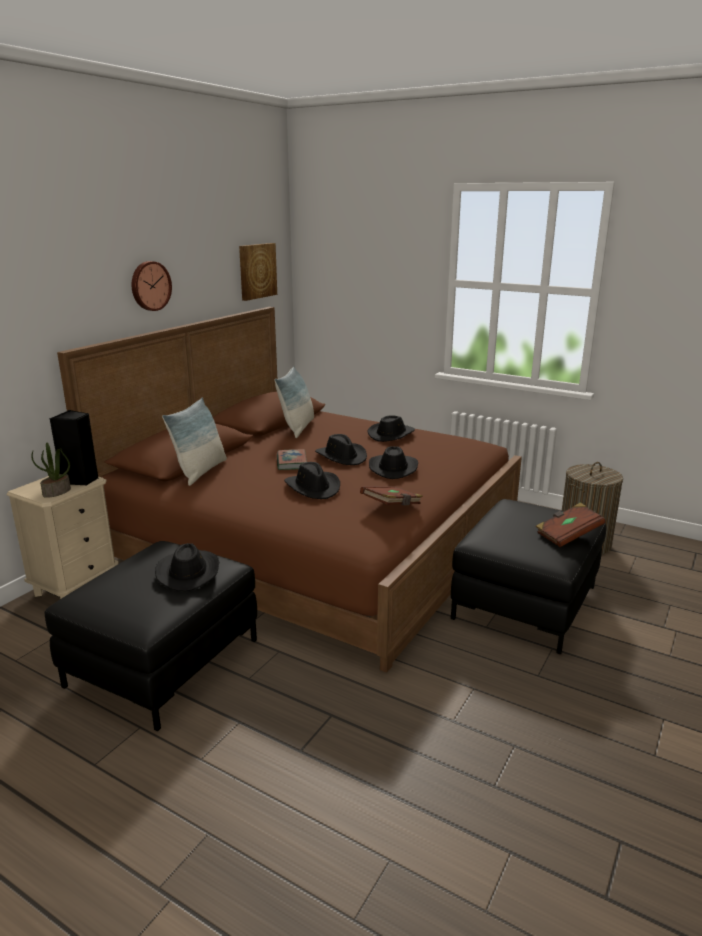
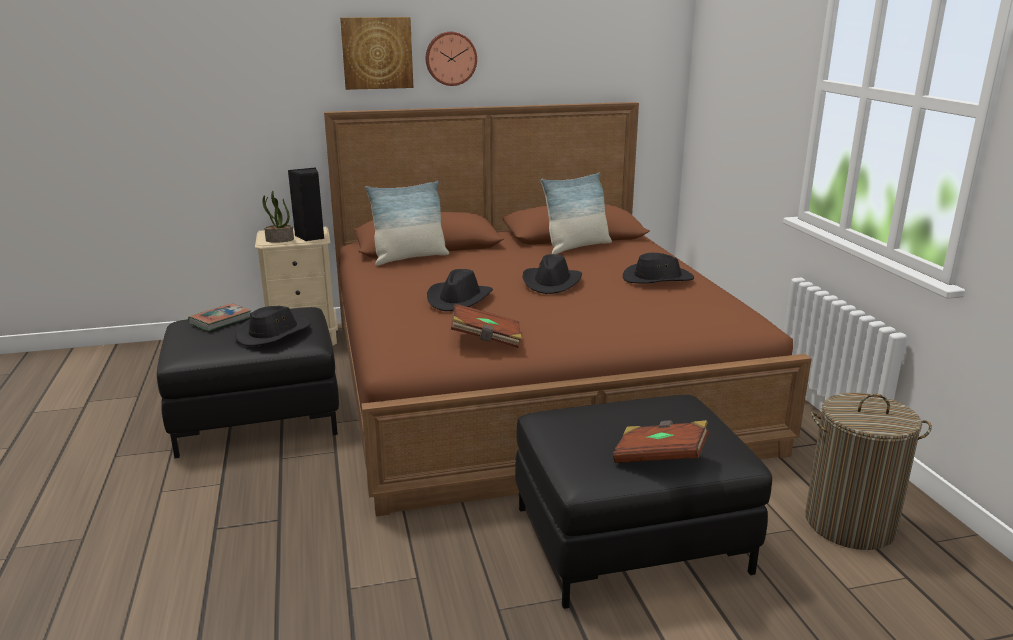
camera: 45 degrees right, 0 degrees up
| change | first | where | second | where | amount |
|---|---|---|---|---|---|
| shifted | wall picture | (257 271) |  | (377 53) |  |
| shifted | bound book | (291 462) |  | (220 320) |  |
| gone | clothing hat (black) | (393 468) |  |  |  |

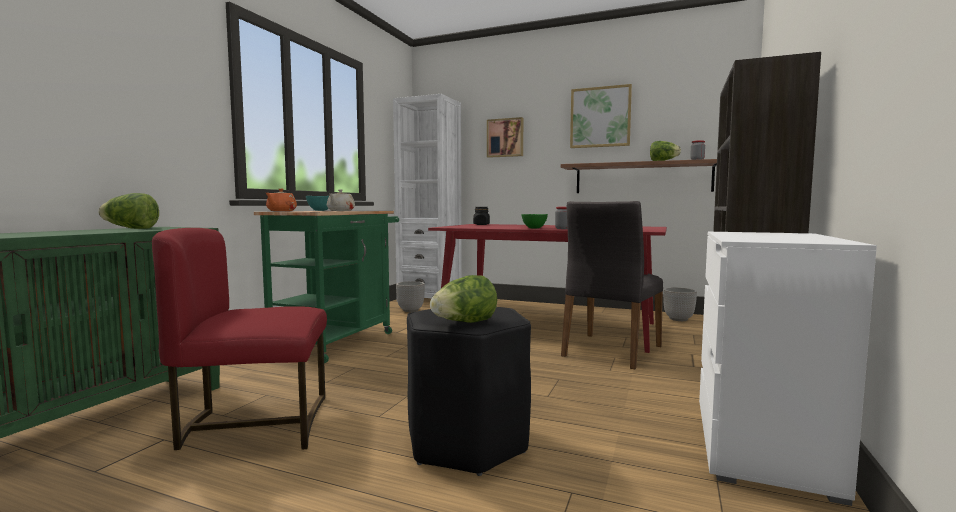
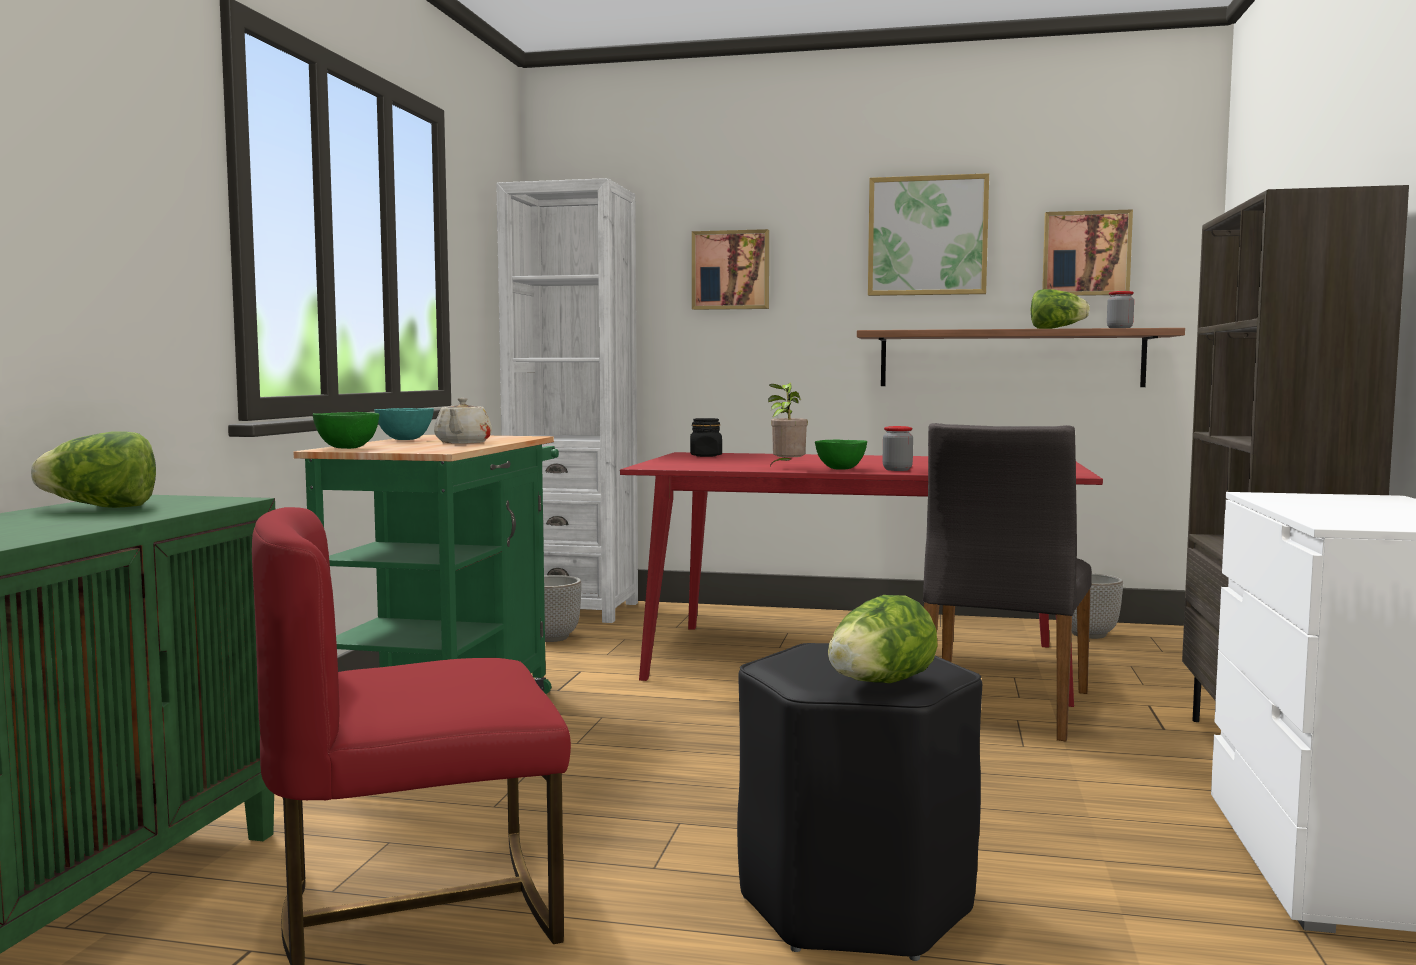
camera: 10 degrees left, 0 degrees up
| change | first | where | second | where | amount |
|---|---|---|---|---|---|
| swapped | teapot (orange-coloured) | (281 211) | bowl (green-coloured) | (347 448) |  |
| new |  |  | potted plant | (787 468) |  |
| new |  |  | wall picture | (1086 254) |  |

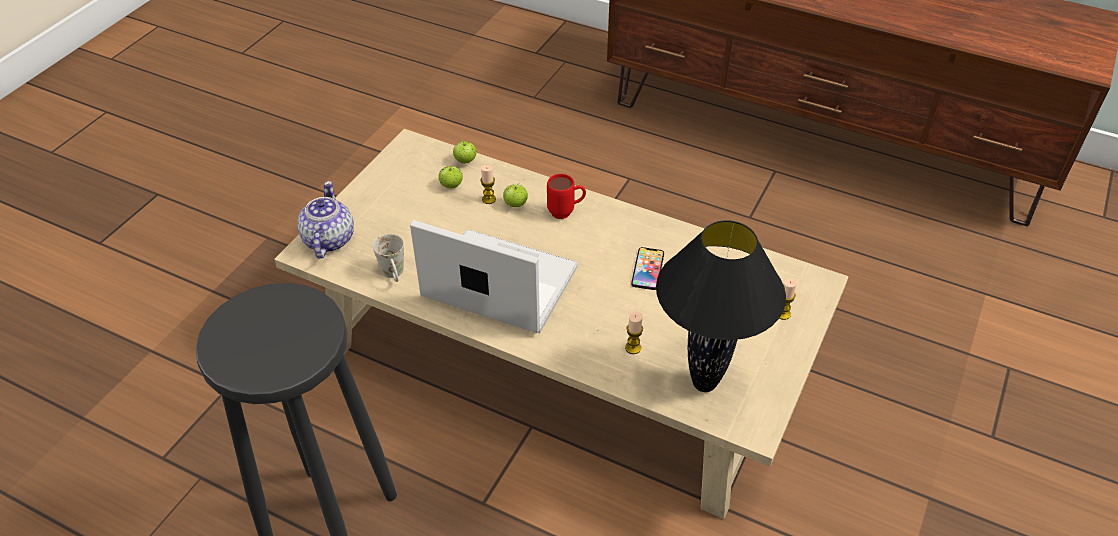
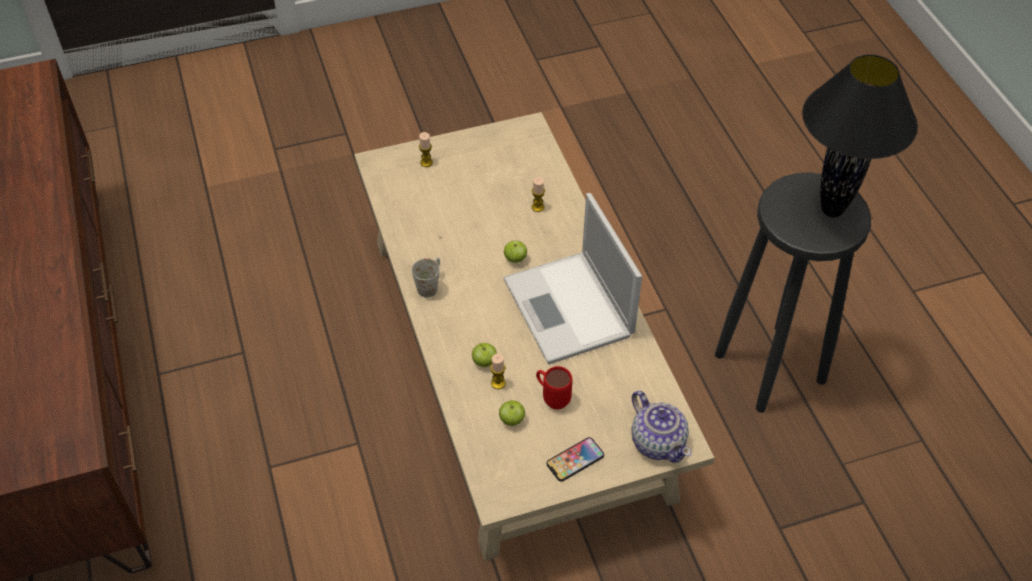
camera: 135 degrees left, 5 degrees up
| change | first | where | second | where | amount |
|---|---|---|---|---|---|
| rotated | teapot | (328 240) |  | (658 441) | 75 degrees counterclockwise |
| shifted | coffee mug (white) | (394 275) |  | (430 285) |  |
| shifted | apple | (465 161) |  | (515 259) |  |
| shifted | coffee mug (red) | (566 212) |  | (552 398) |  |
| shifted | handset | (647 269) |  | (575 460) |  |
| shifted | lamp for a table (black) | (705 384) |  | (831 209) |  |

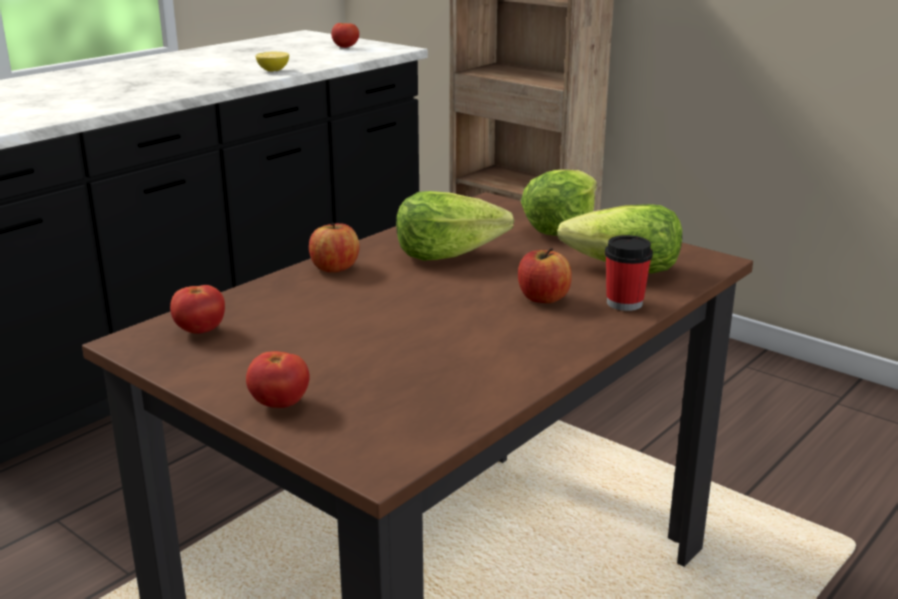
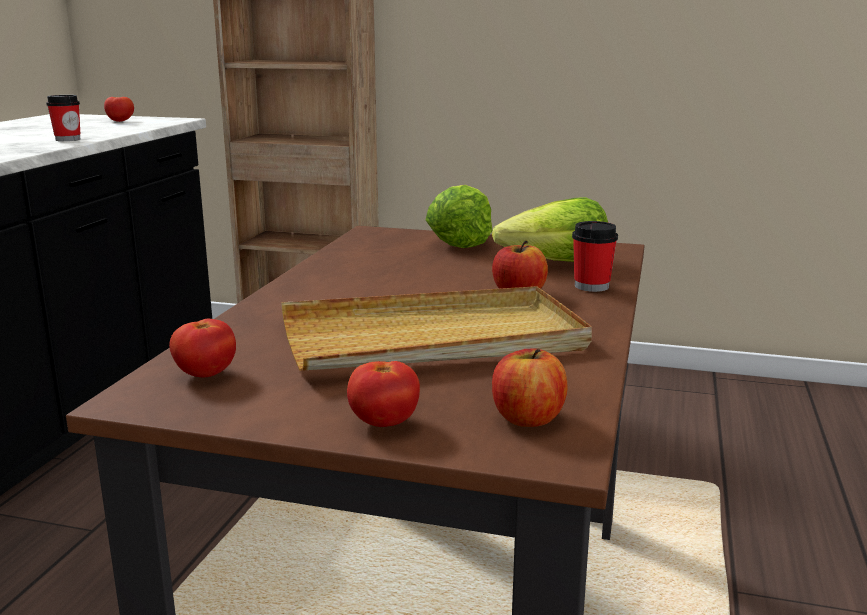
camera: 25 degrees left, 5 degrees down
| change | first | where | second | where | amount |
|---|---|---|---|---|---|
| swapped | whole lemon | (273 70) | small cup | (68 139) |  |
| shifted | apple | (334 268) |  | (528 418) |  |
| gone | lettuce | (448 254) |  |  |  |
| new |  |  | carrying tray (sand-coloured) | (434 340) |  |

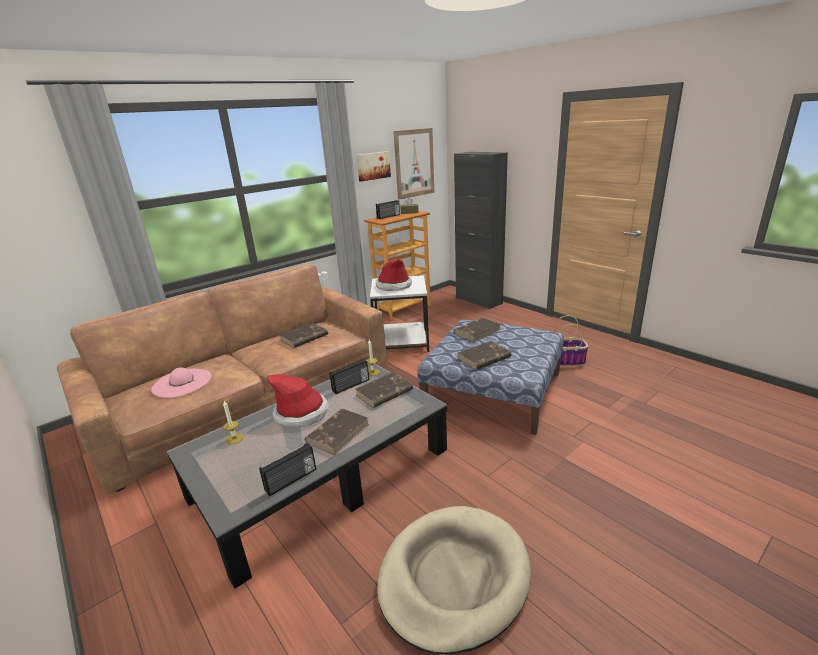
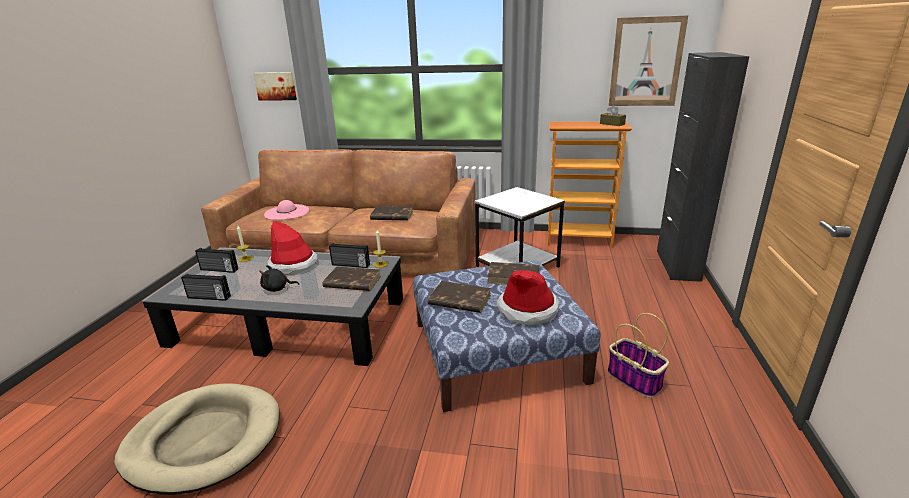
camera: 50 degrees right, 0 degrees up
| change | first | where | second | where | amount |
|---|---|---|---|---|---|
| swapped | bound book (brown-coloured) | (338 433) | cuddly toy (black) | (277 289) |  |
| shifted | wall picture | (373 166) |  | (276 86) |  |
| shifted | radio | (389 216) |  | (219 270) |  |
| shifted | clothing hat | (394 286) |  | (527 309) |  |

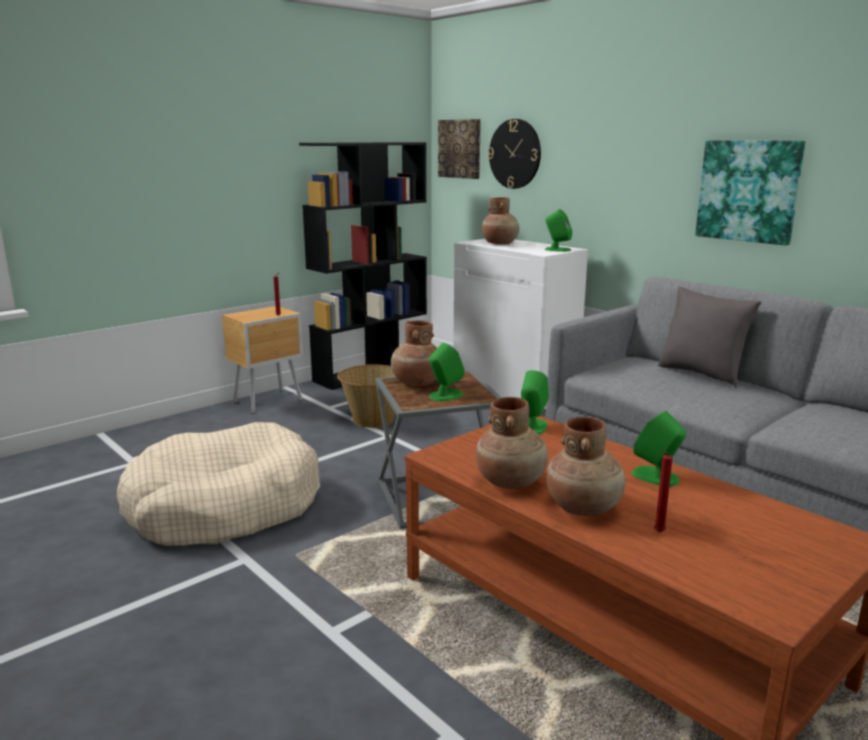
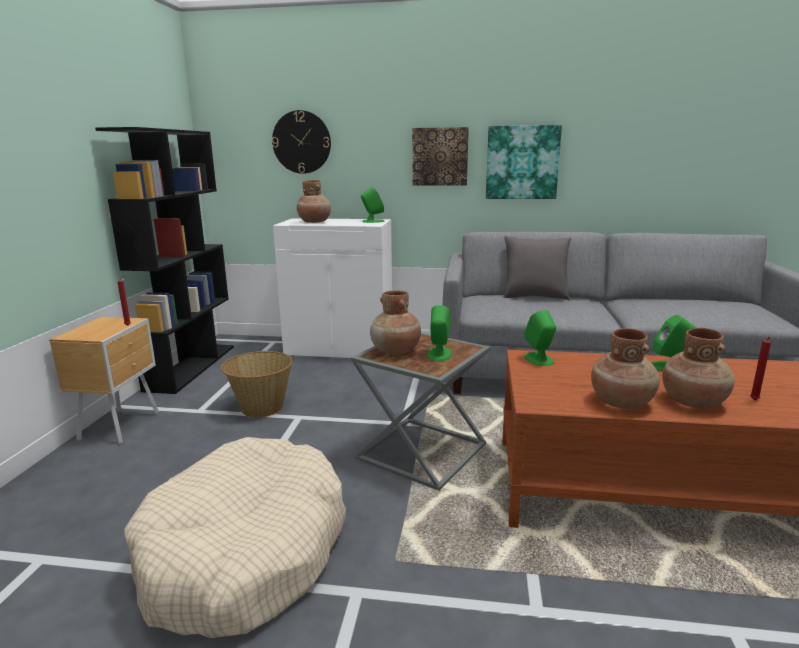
camera: 40 degrees left, 0 degrees up
| change | first | where | second | where | amount |
|---|---|---|---|---|---|
| shifted | wall picture | (460 149) |  | (440 156) |  |

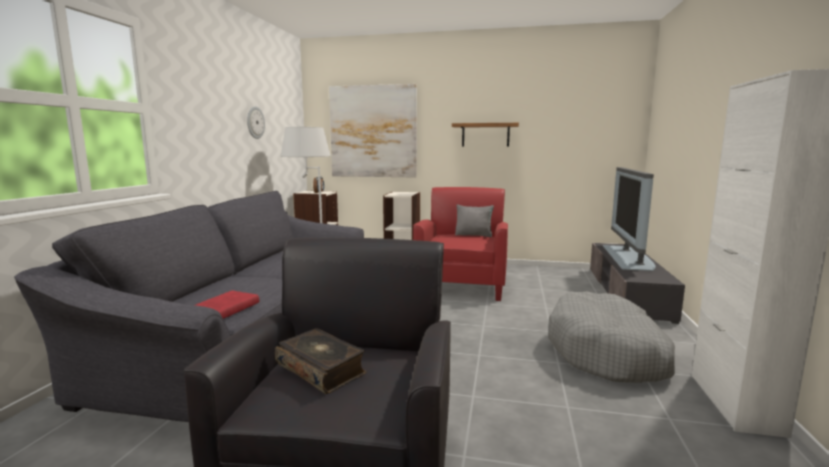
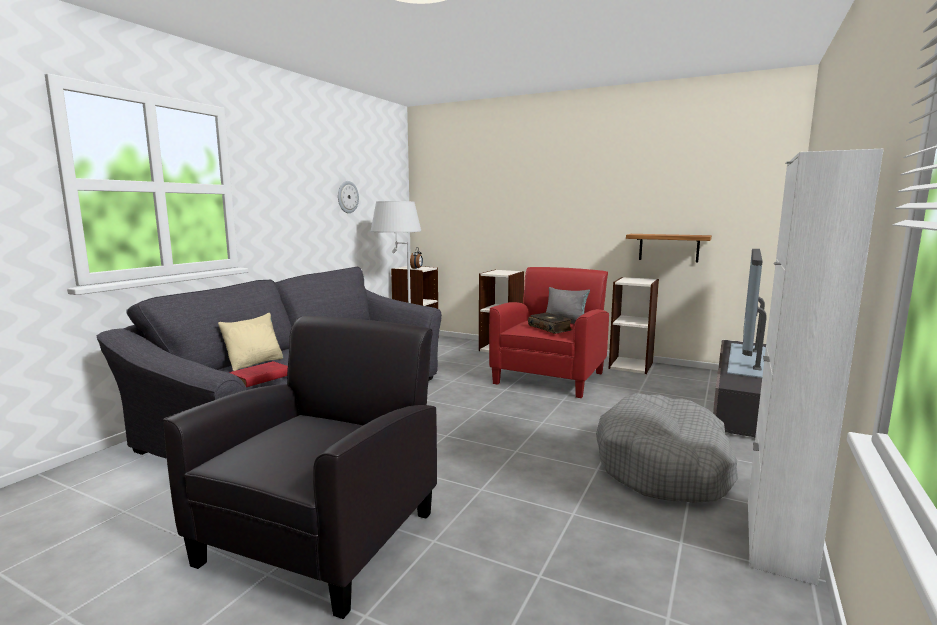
camera: 15 degrees right, 0 degrees up
| change | first | where | second | where | amount |
|---|---|---|---|---|---|
| shifted | bound book | (321 369) |  | (550 328) |  |
| gone | wall picture | (373 131) |  |  |  |
| shifted | shelf | (485 135) |  | (668 247) |  |
| new |  |  | pillow (sand-coloured) | (255 363) |  |
| new |  |  | shelving unit | (631 365) |  |

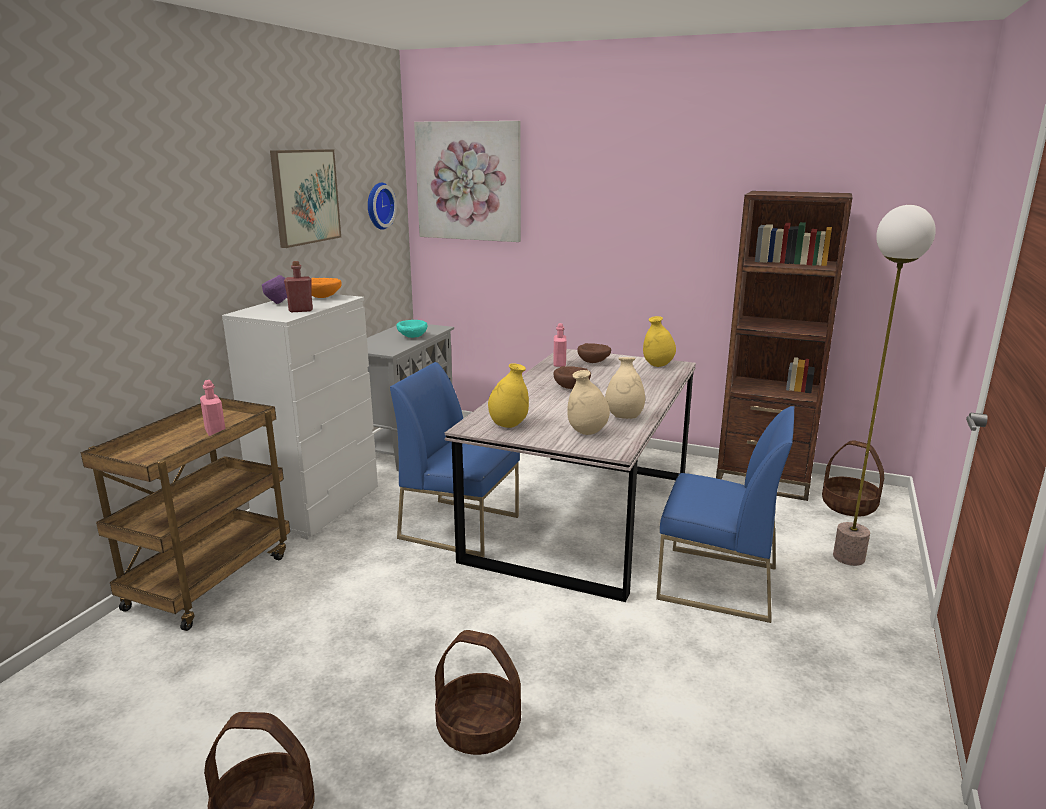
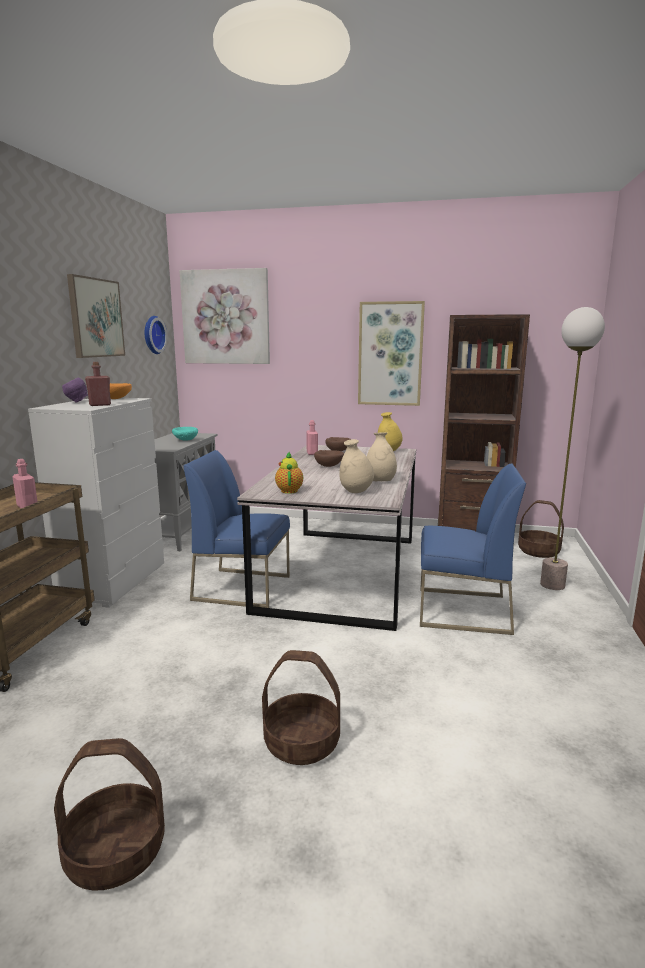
camera: 10 degrees left, 5 degrees down
| change | first | where | second | where | amount |
|---|---|---|---|---|---|
| swapped | flower vase (yellow) | (508 425) | teapot | (289 490) |  |
| new |  |  | wall picture | (390 354) |  |

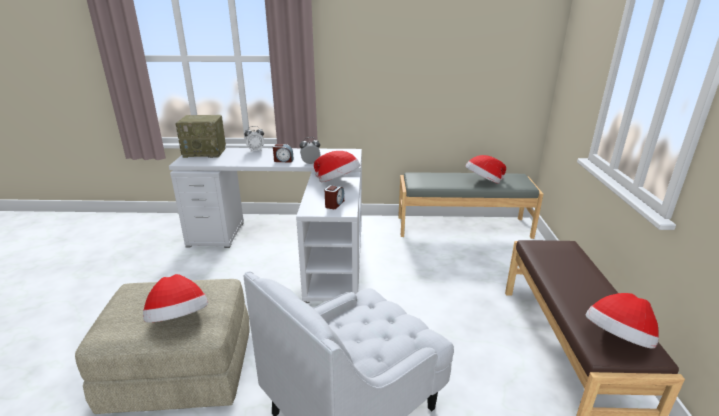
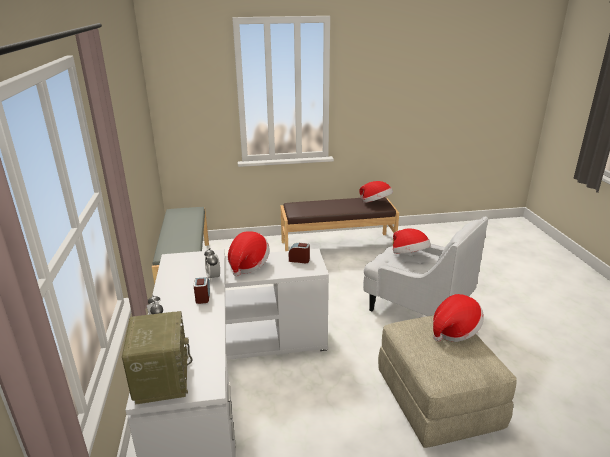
camera: 100 degrees left, 0 degrees up
| change | first | where | second | where | amount |
|---|---|---|---|---|---|
| shifted | clothing hat | (483 182) |  | (409 255) |  |

